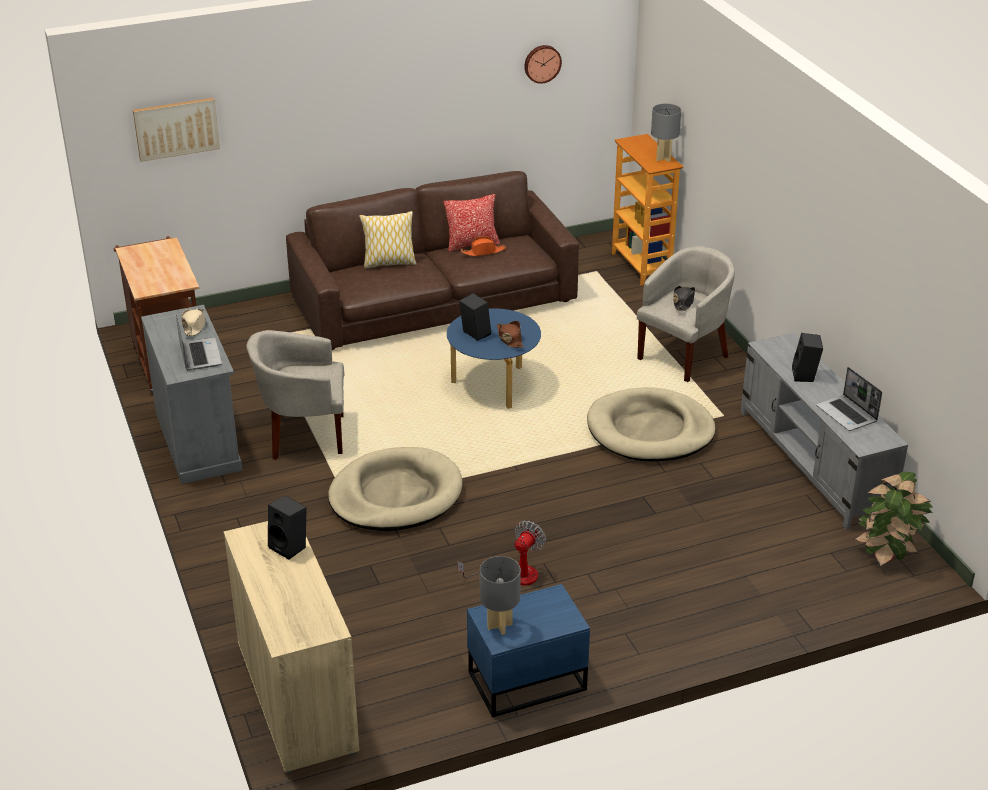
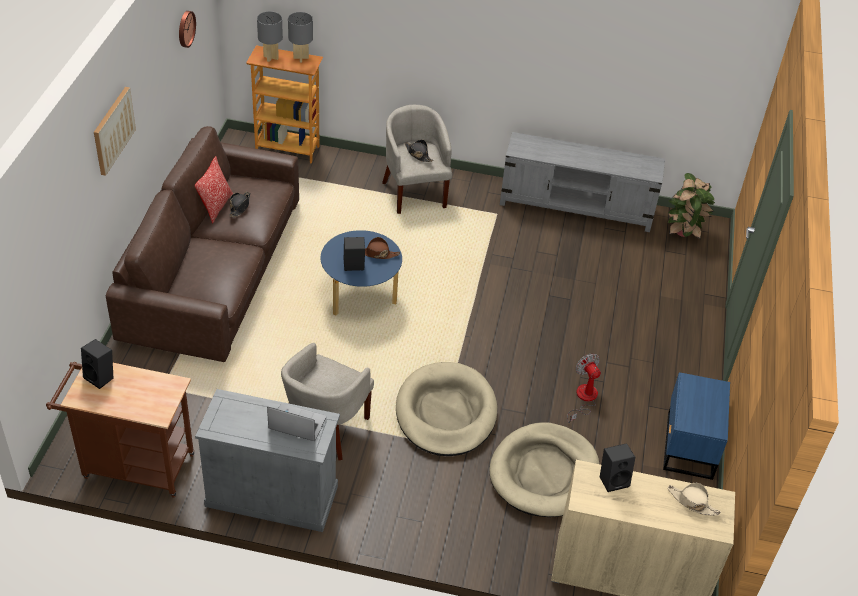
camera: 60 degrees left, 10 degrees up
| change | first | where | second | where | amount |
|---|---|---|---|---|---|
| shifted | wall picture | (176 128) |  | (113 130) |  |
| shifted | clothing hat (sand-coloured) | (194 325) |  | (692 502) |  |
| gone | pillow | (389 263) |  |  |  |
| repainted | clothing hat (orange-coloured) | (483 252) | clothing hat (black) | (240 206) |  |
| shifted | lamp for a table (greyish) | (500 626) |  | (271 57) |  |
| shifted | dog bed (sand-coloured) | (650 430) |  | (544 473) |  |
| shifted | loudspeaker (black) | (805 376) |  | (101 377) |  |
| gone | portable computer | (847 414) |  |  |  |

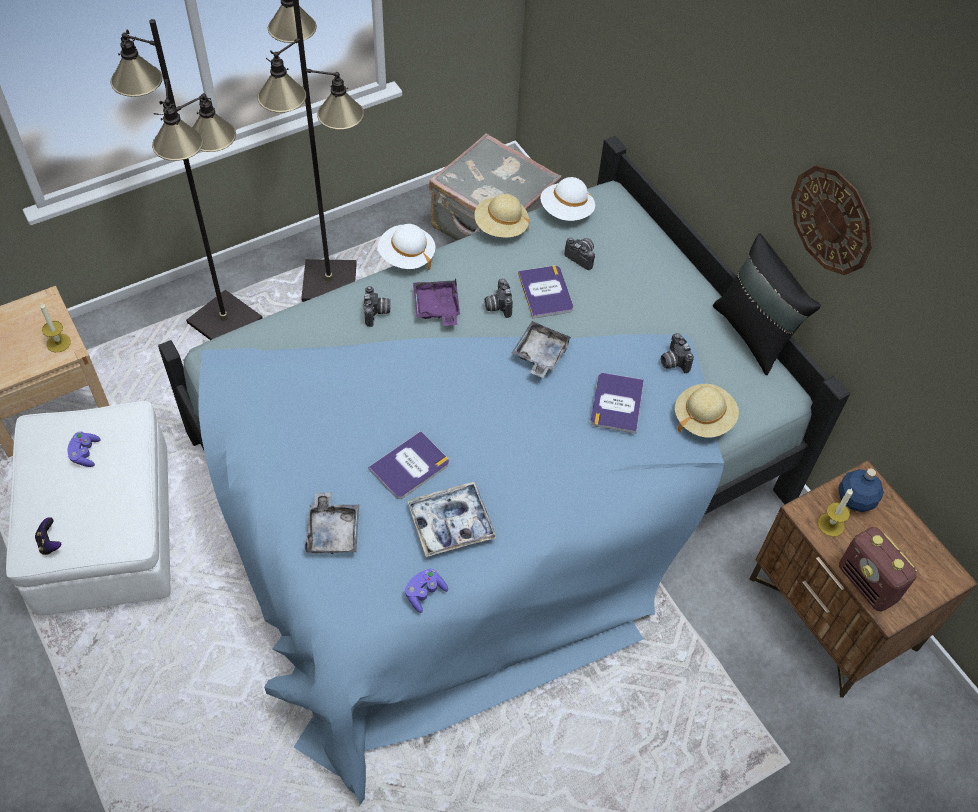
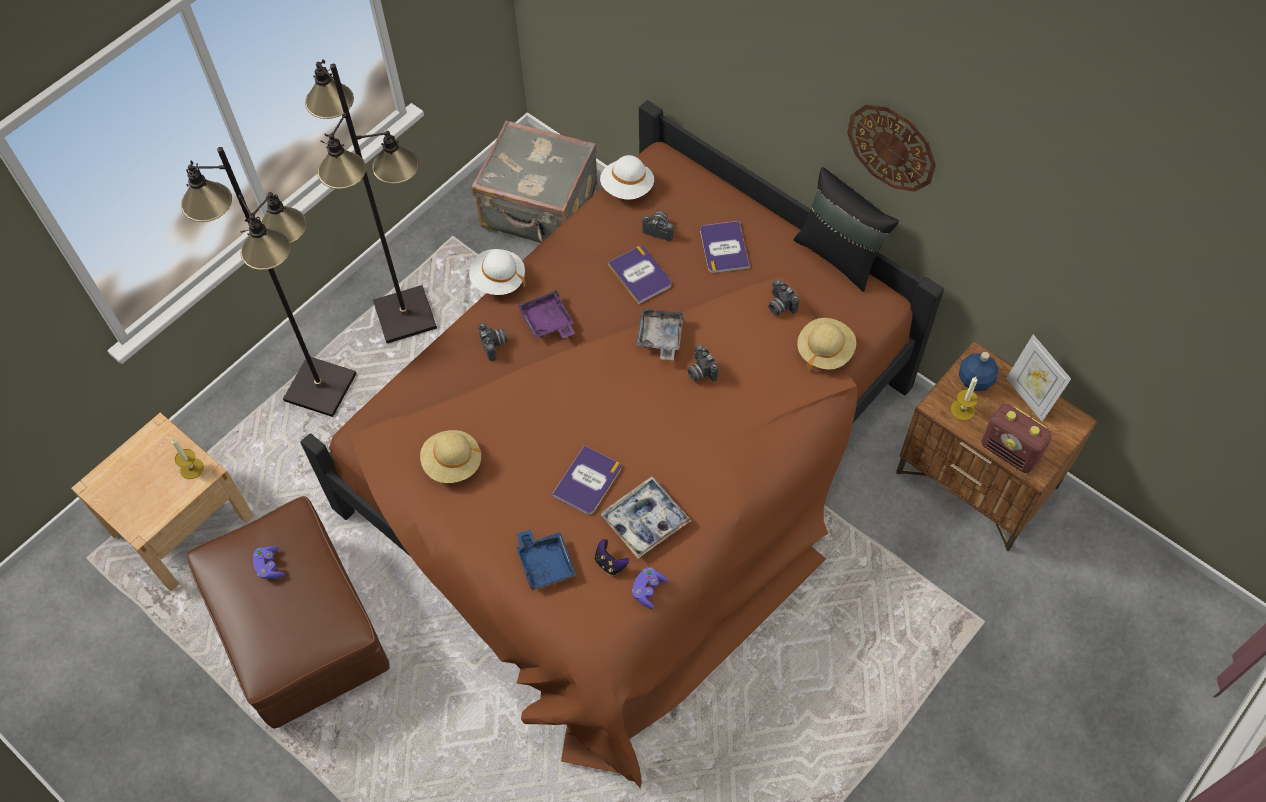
camera: 15 degrees left, 5 degrees up
| change | first | where | second | where | amount |
|---|---|---|---|---|---|
| repainted | ottoman (white) | (106 534) | ottoman (brown-coloured) | (301 631) |  |
| shifted | gamepad | (50 543) |  | (610 563) |  |
| repainted | sleeping bed (blue-coloured) | (484 485) | sleeping bed (brown-coloured) | (632 466) |  |
| repainted | carrying tray (greyish) | (333 531) | carrying tray (blue-coloured) | (545 563) |  |
| shifted | clothing hat (sand-coloured) | (501 227) |  | (452 463) |  |
| shifted | still camera | (497 306) |  | (700 371) |  |
| shifted | bound book | (617 403) |  | (724 248) |  |
| new |  |  | standing frame | (1028 397) |  |

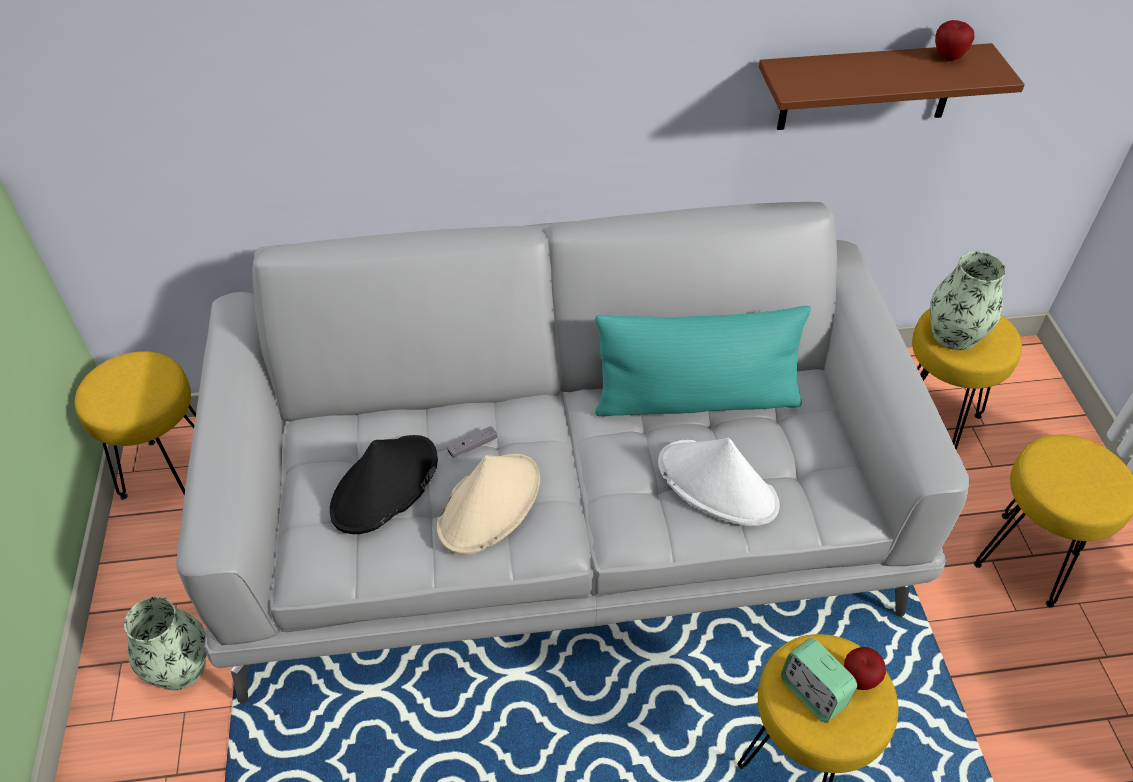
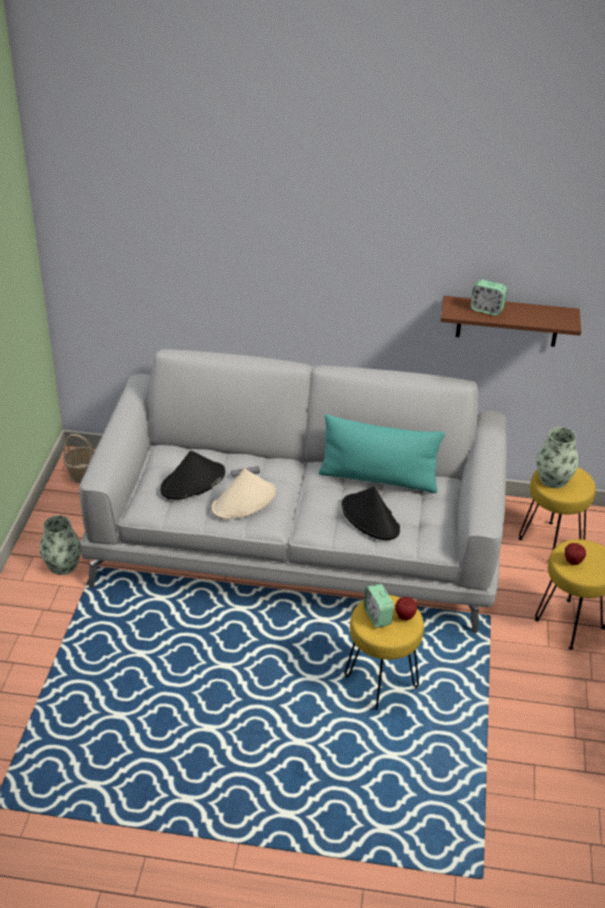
camera: 15 degrees right, 10 degrees down
| change | first | where | second | where | amount |
|---|---|---|---|---|---|
| swapped | stool seat (yellow) | (170 471) | basket | (82 474) |  |
| repainted | clothing hat (white) | (718 485) | clothing hat (black) | (370 518) |  |
| shifted | apple | (948 57) |  | (572 562) |  |
| new |  |  | table clock | (486 310) |  |

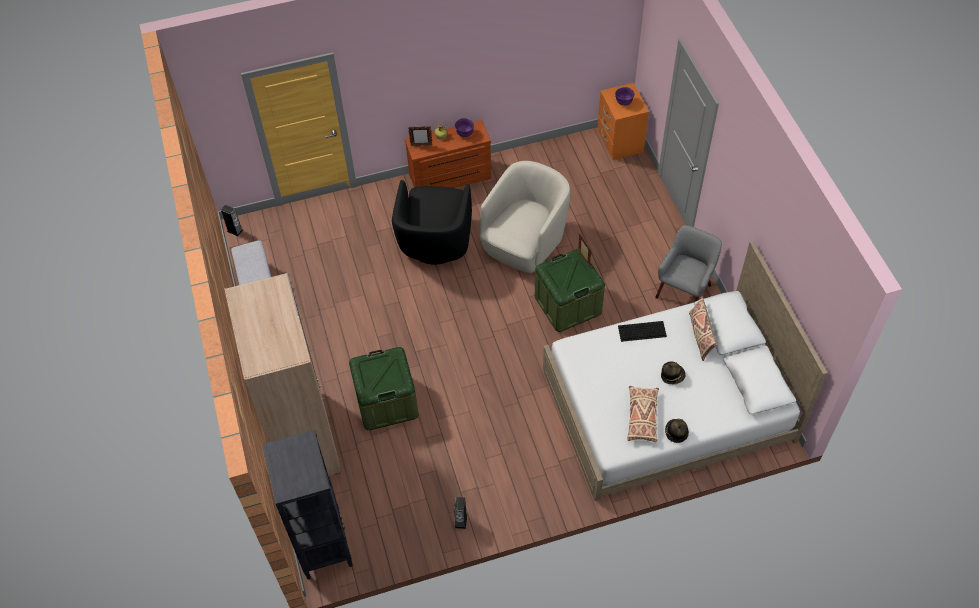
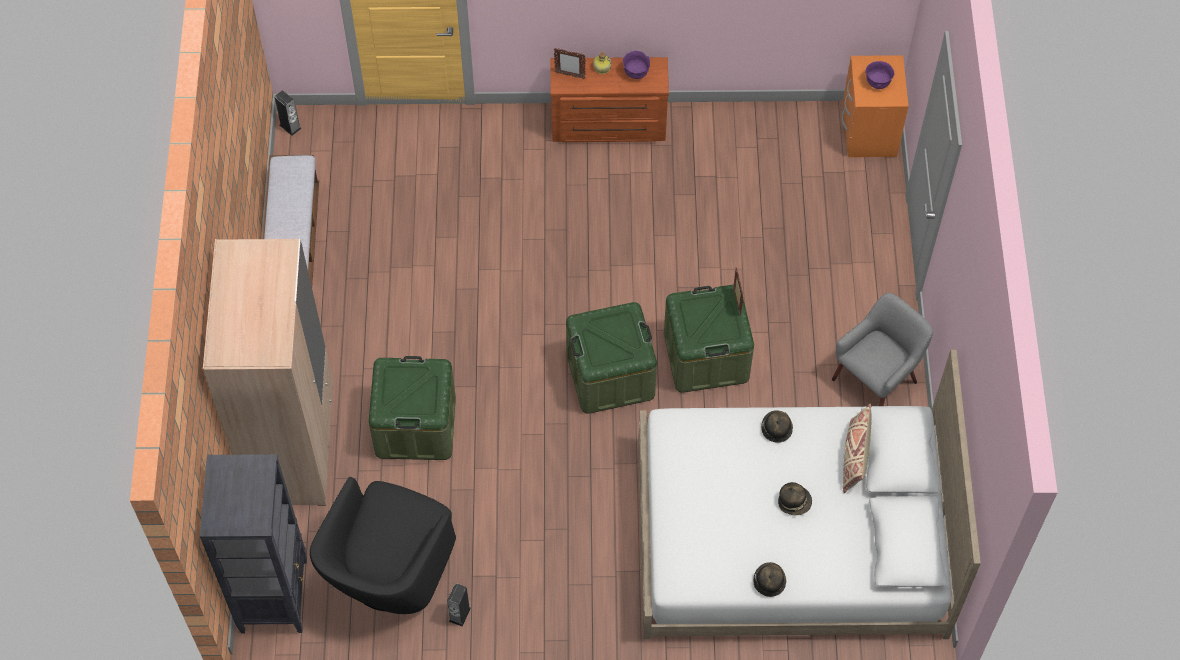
camera: 15 degrees right, 5 degrees up
| change | first | where | second | where | amount |
|---|---|---|---|---|---|
| shifted | lounge chair (black) | (435 244) |  | (389 573) |  |
| gone | lounge chair (sand-coloured) | (525 243) |  |  |  |
| swapped | computer keyboard | (641 331) | clothing hat | (776 428) |  |
| gone | pillow (sand-coloured) | (642 417) |  |  |  |
| new |  |  | storage container (green-coloured) | (610 375) |  |

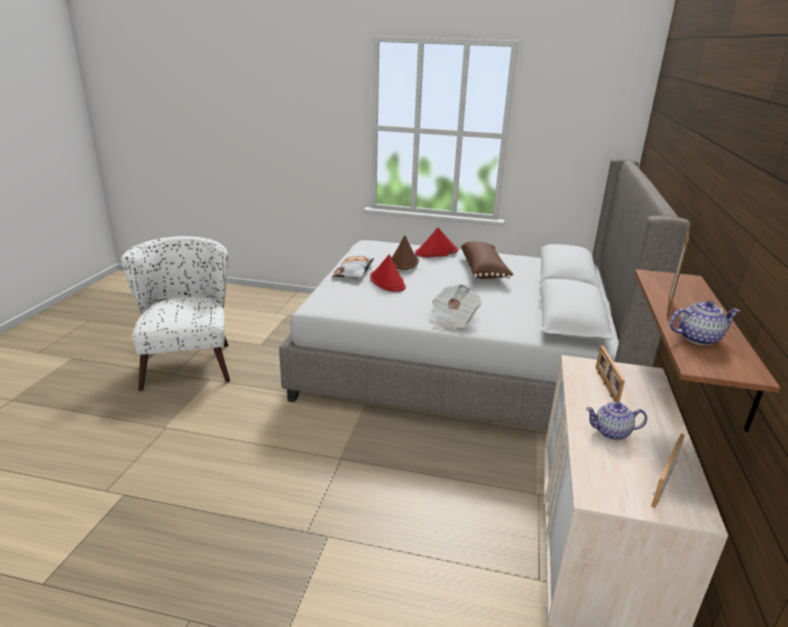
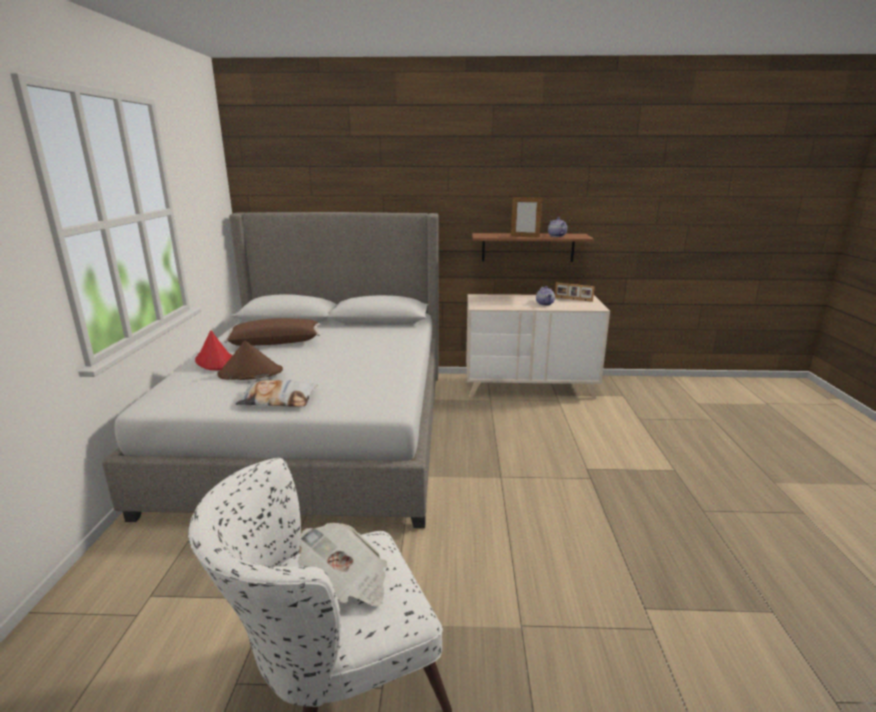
camera: 100 degrees left, 5 degrees down
| change | first | where | second | where | amount |
|---|---|---|---|---|---|
| gone | clothing hat (red) | (387 282) |  |  |  |
| shifted | newspaper | (452 319) |  | (347 583) |  |
| gone | standing frame | (605 385) |  |  |  |

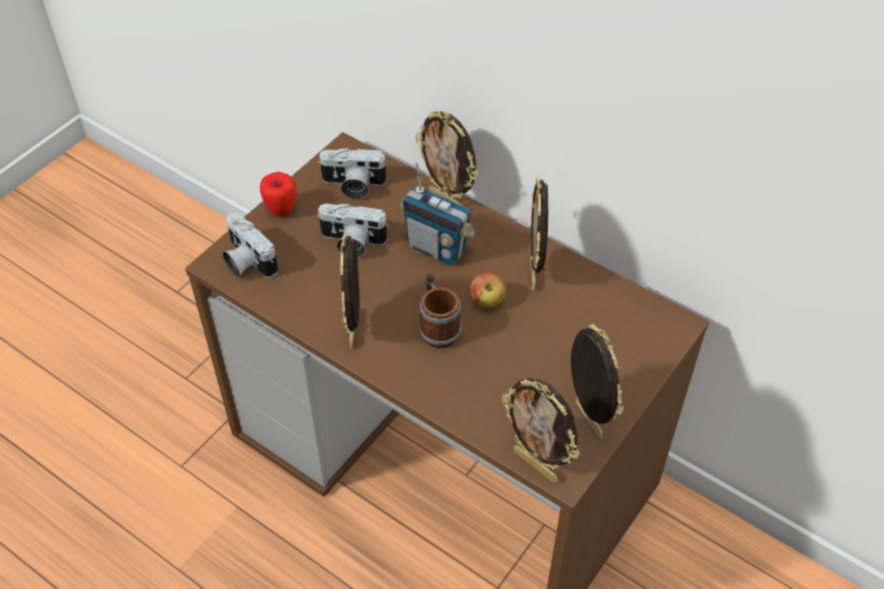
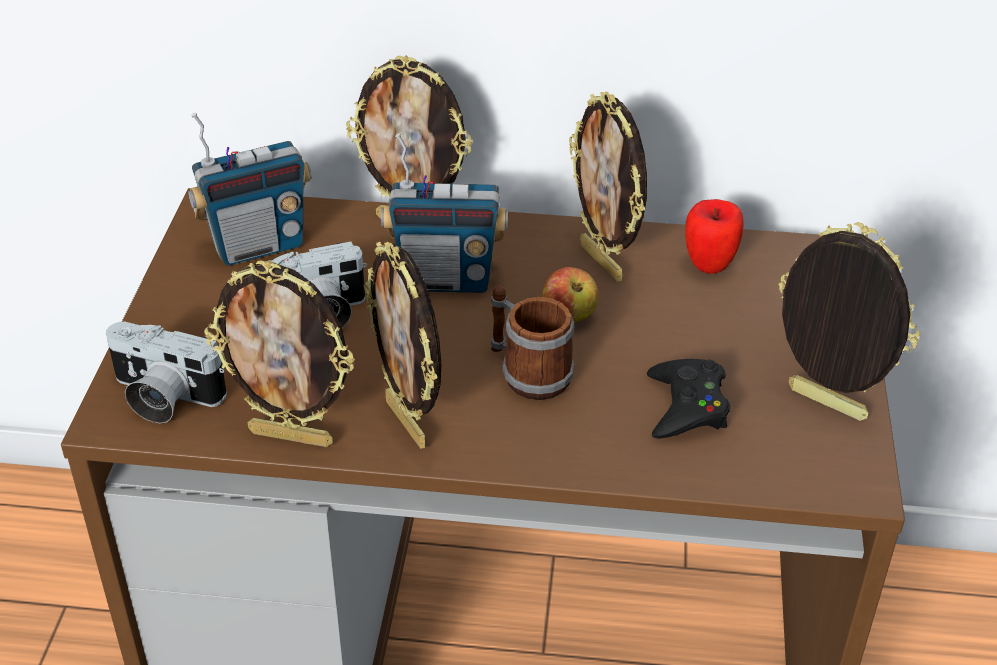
camera: 30 degrees left, 10 degrees down
| change | first | where | second | where | amount |
|---|---|---|---|---|---|
| shifted | apple | (281 210) |  | (709 265) |  |
| swapped | still camera | (353 186) | radio | (258 246) |  |
| shifted | standing frame | (536 465) |  | (292 436) |  |
| new |  |  | gamepad (black) | (686 406) |  |

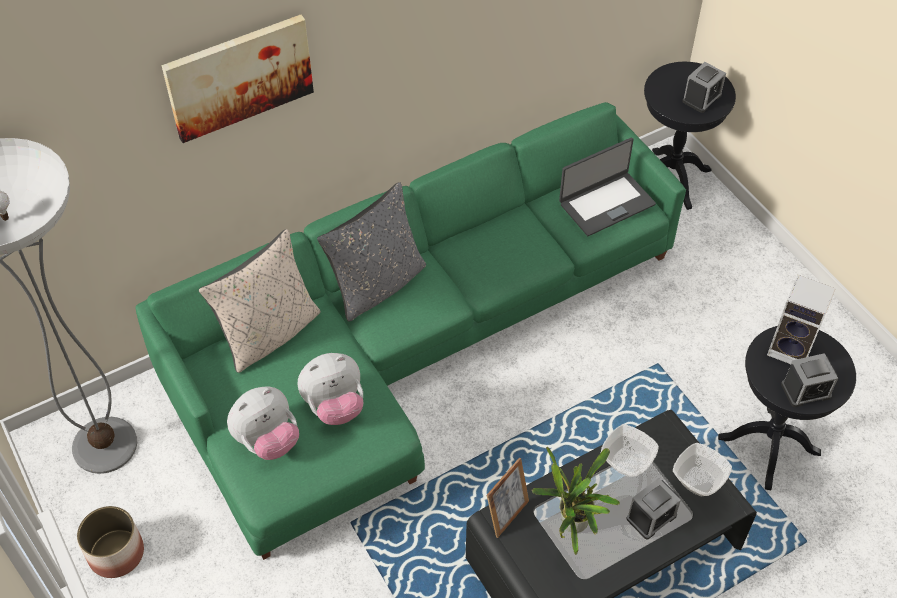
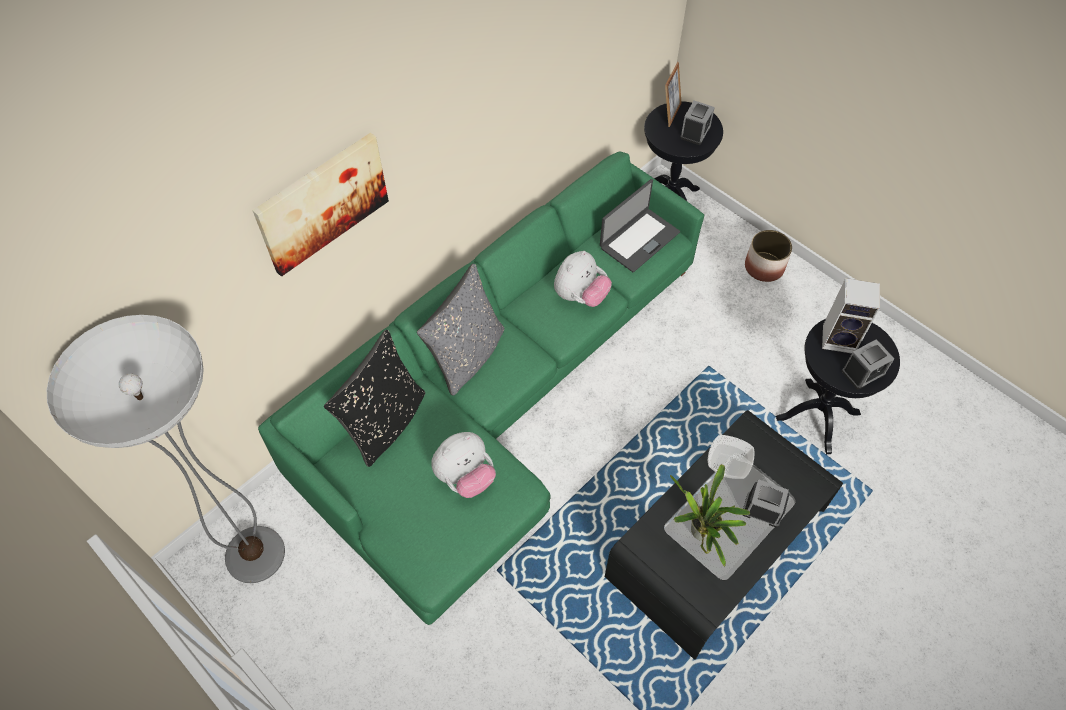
camera: 15 degrees left, 5 degrees up
| change | first | where | second | where | amount |
|---|---|---|---|---|---|
| shifted | planter | (116 553) |  | (764 267) |  |
| repainted | pillow (sand-coloured) | (270 334) | pillow (black) | (386 423) |  |
| shifted | cuddly toy | (267 440) |  | (580 296) |  |
| shifted | standing frame | (507 515) |  | (670 113) |  |
| rotated | table clock | (651 517) |  | (762 509) | 105 degrees counterclockwise |
| gone | bowl | (697 481) |  |  |  |

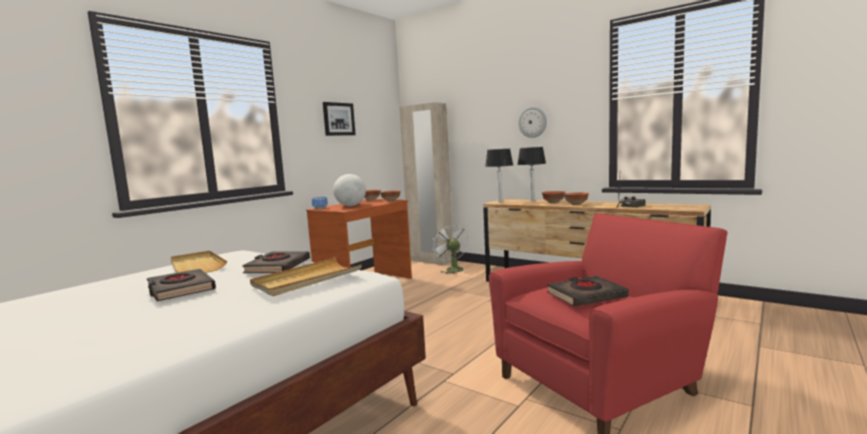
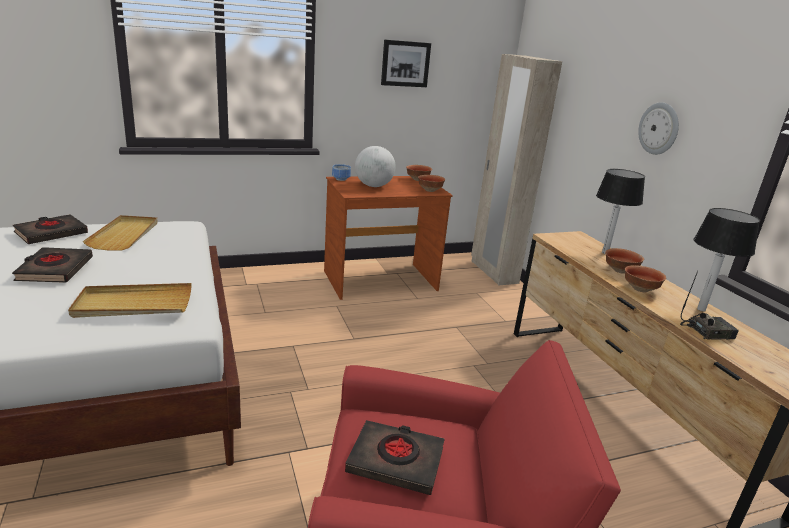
camera: 30 degrees right, 15 degrees up
| change | first | where | second | where | amount |
|---|---|---|---|---|---|
| shifted | bound book (black) | (277 267) |  | (51 233) |  |
| gone | electric fan (white) | (452 269) |  |  |  |
| shifted | lamp for a table | (500 202) |  | (700 309) |  |

